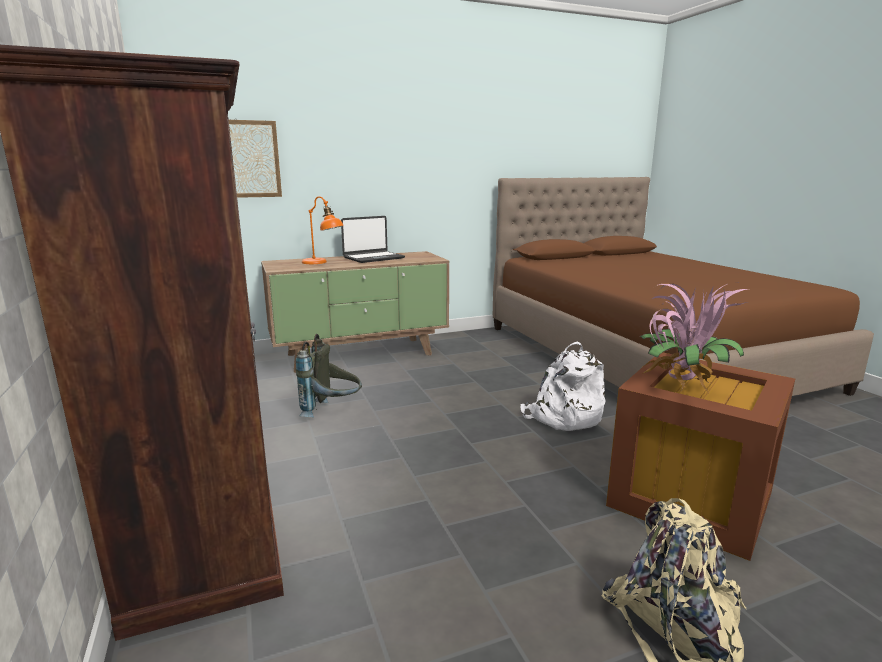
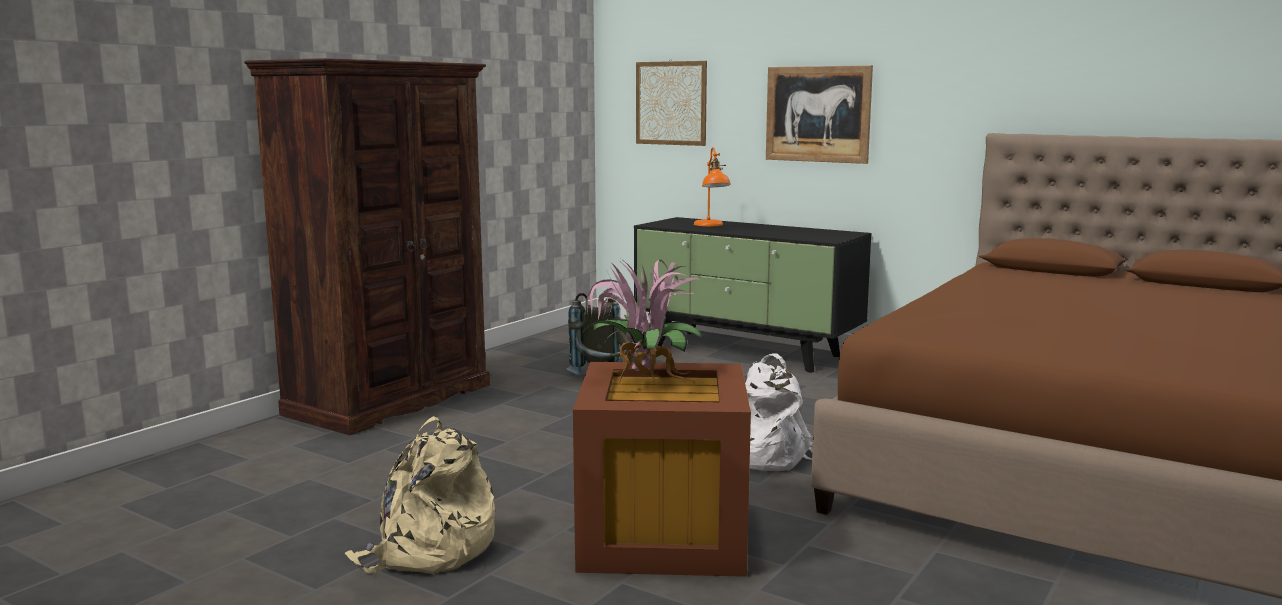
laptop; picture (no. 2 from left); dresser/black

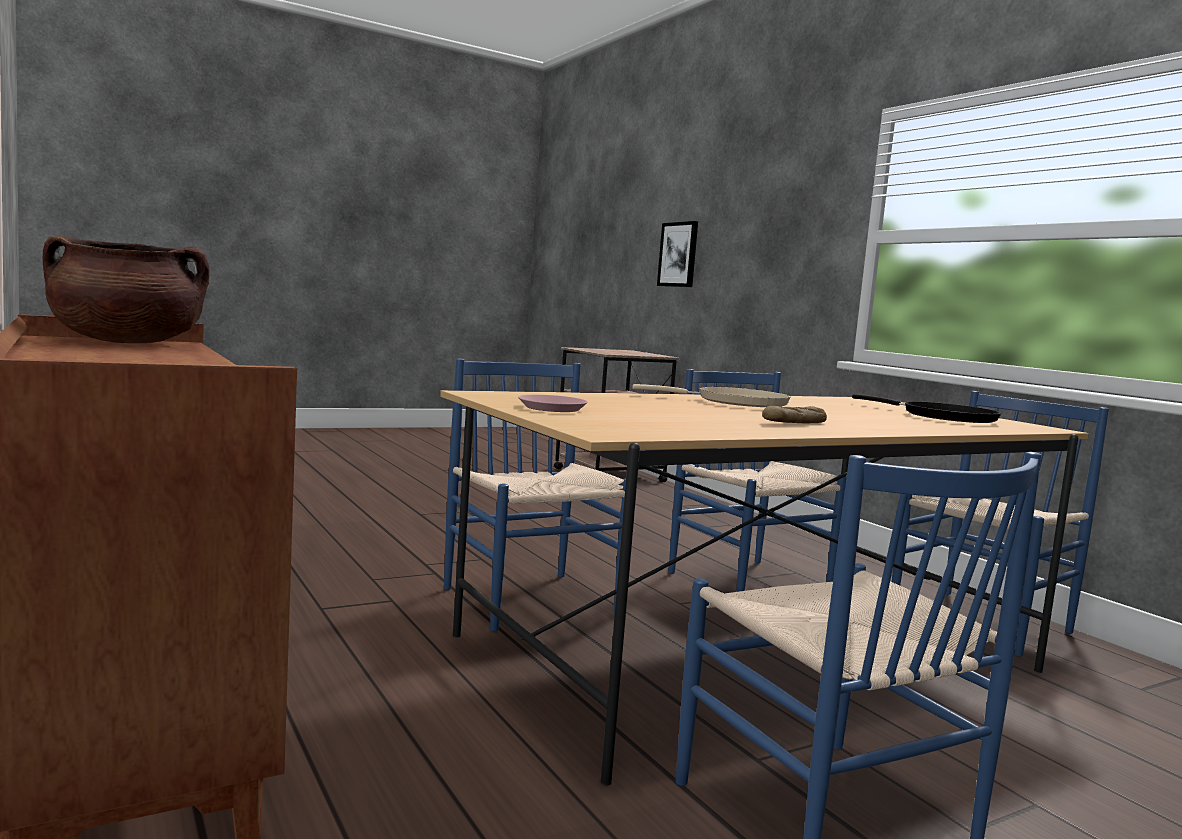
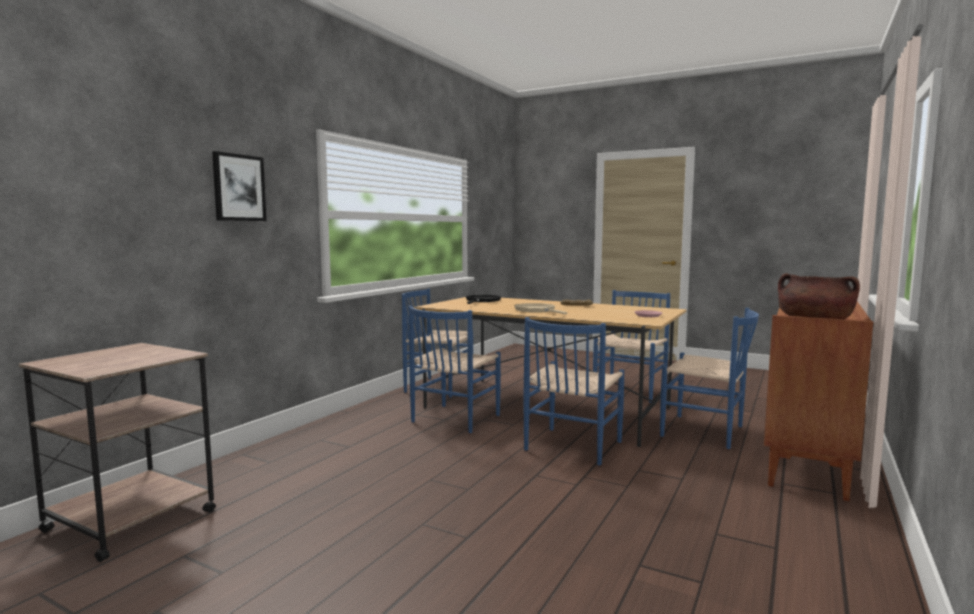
chair/blue (no. 5 from left); picture

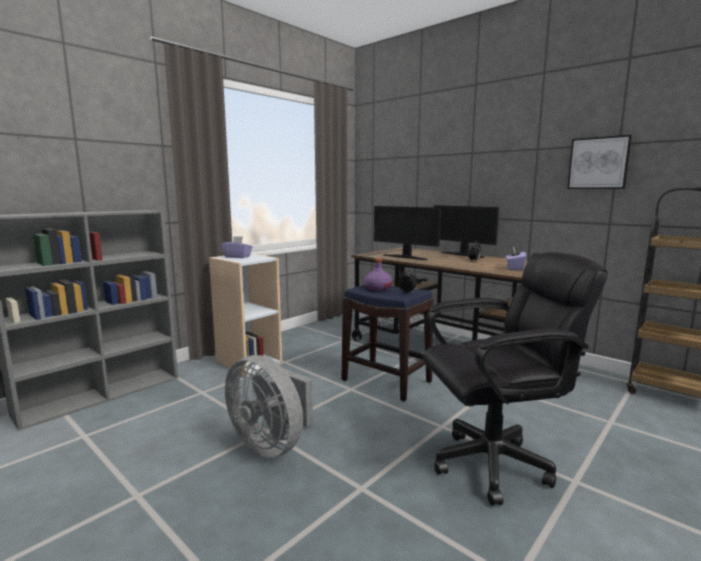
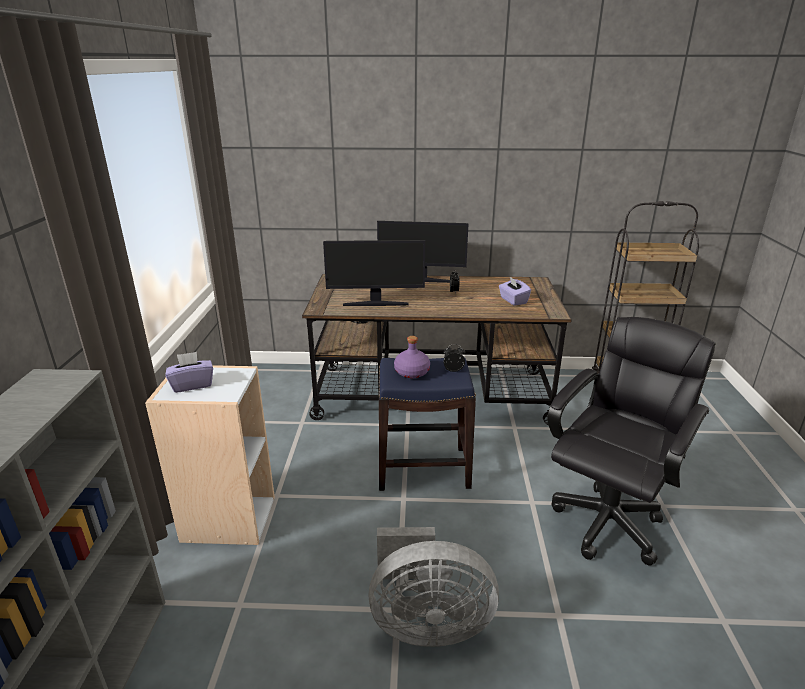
picture

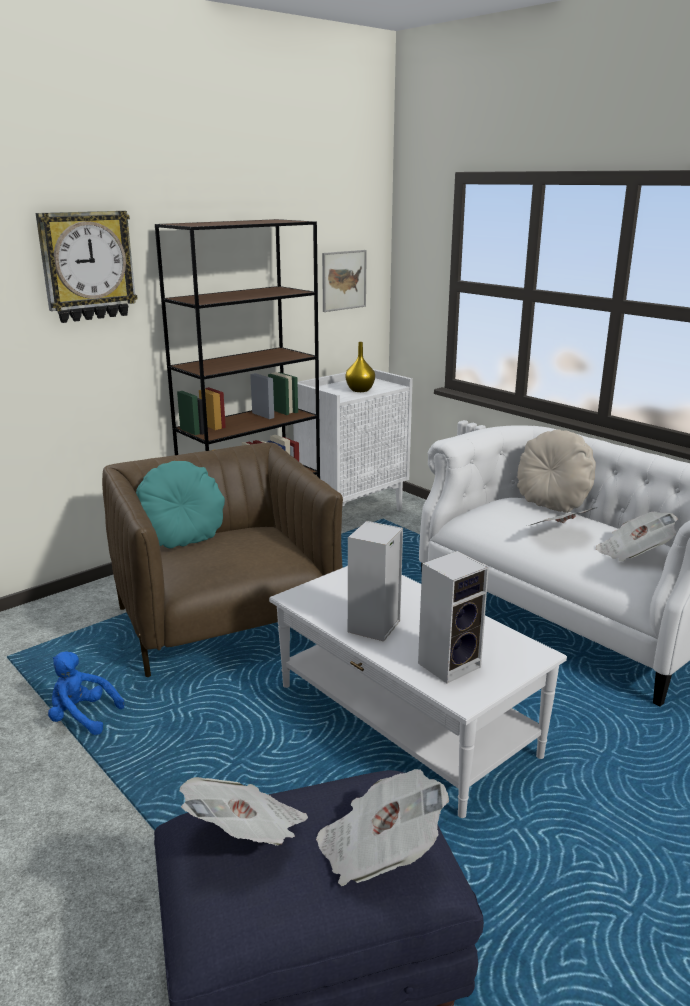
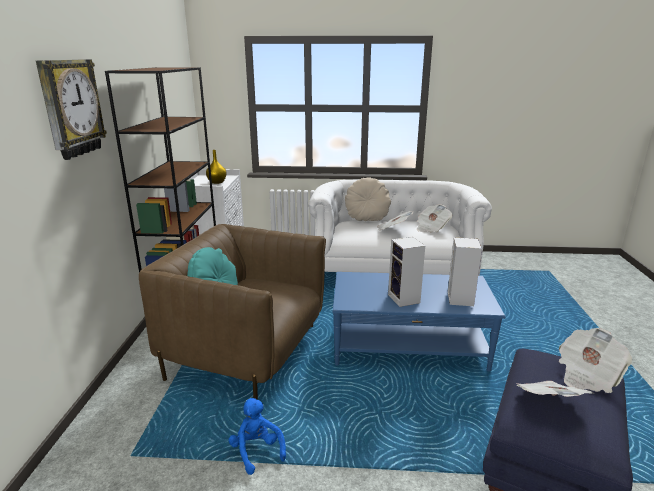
picture; coffee table/blue; plush toy/blue

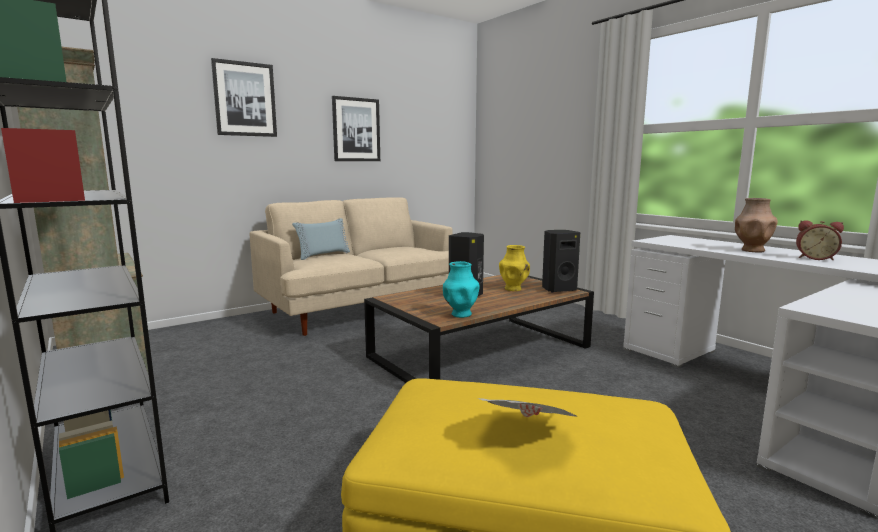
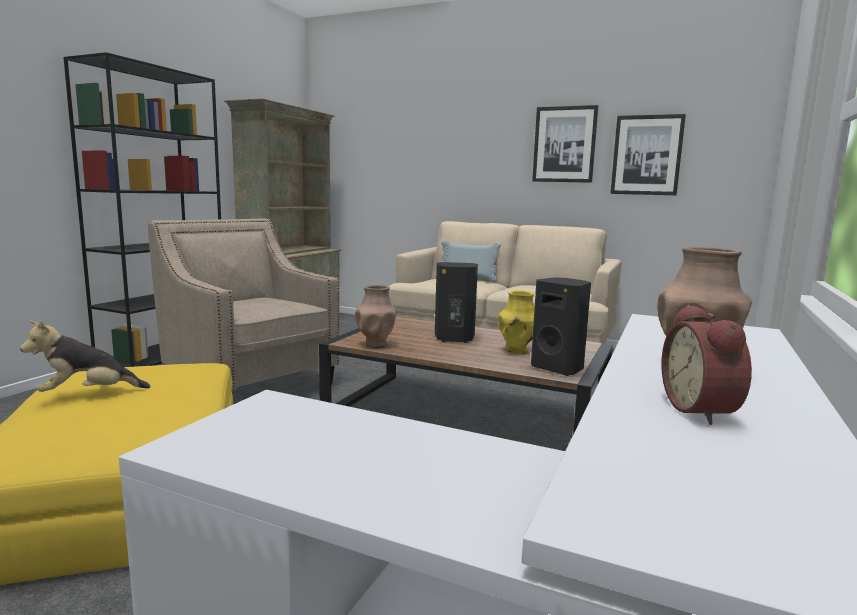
armchair/beige; picture (no. 2 from left); plush toy; vase/brown (no. 1 from left)

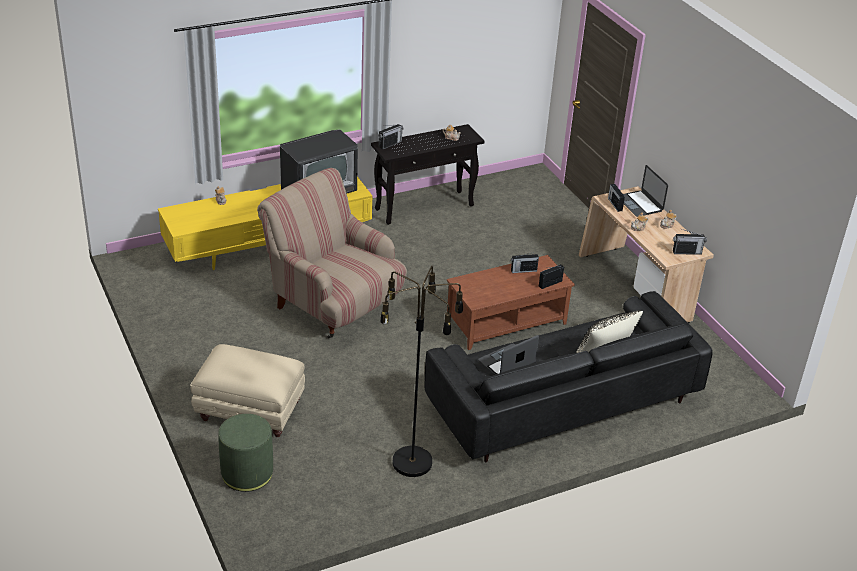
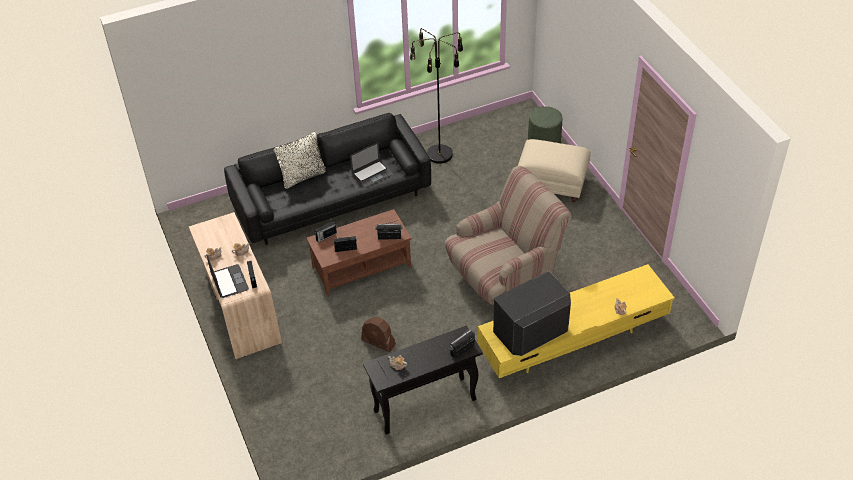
fan/brown; radio (no. 4 from left); armchair/beige

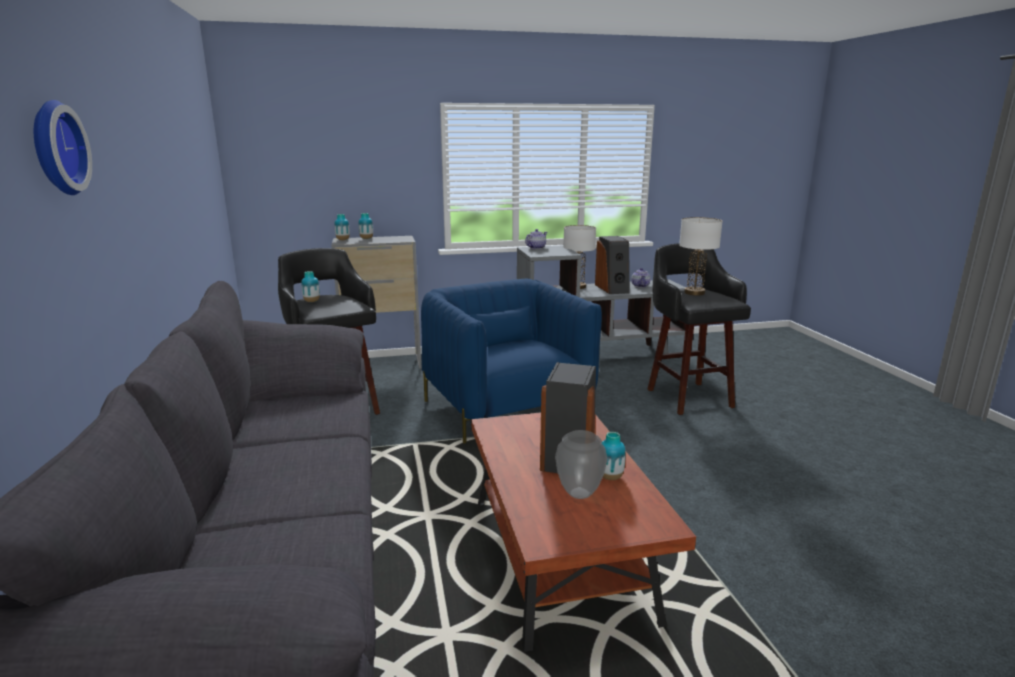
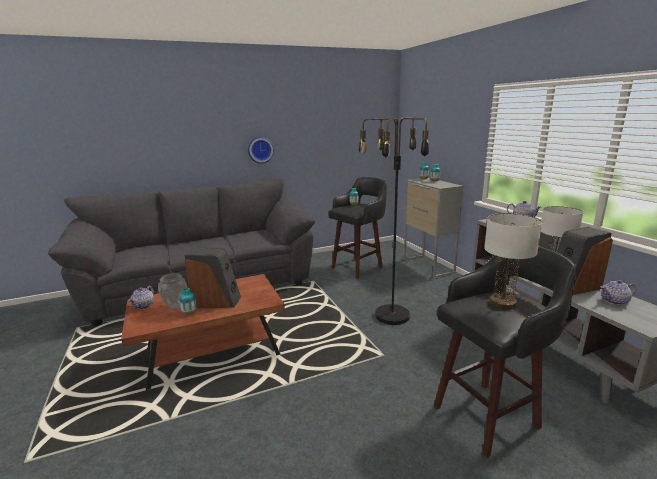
teapot (no. 1 from left); wall clock; floor lamp

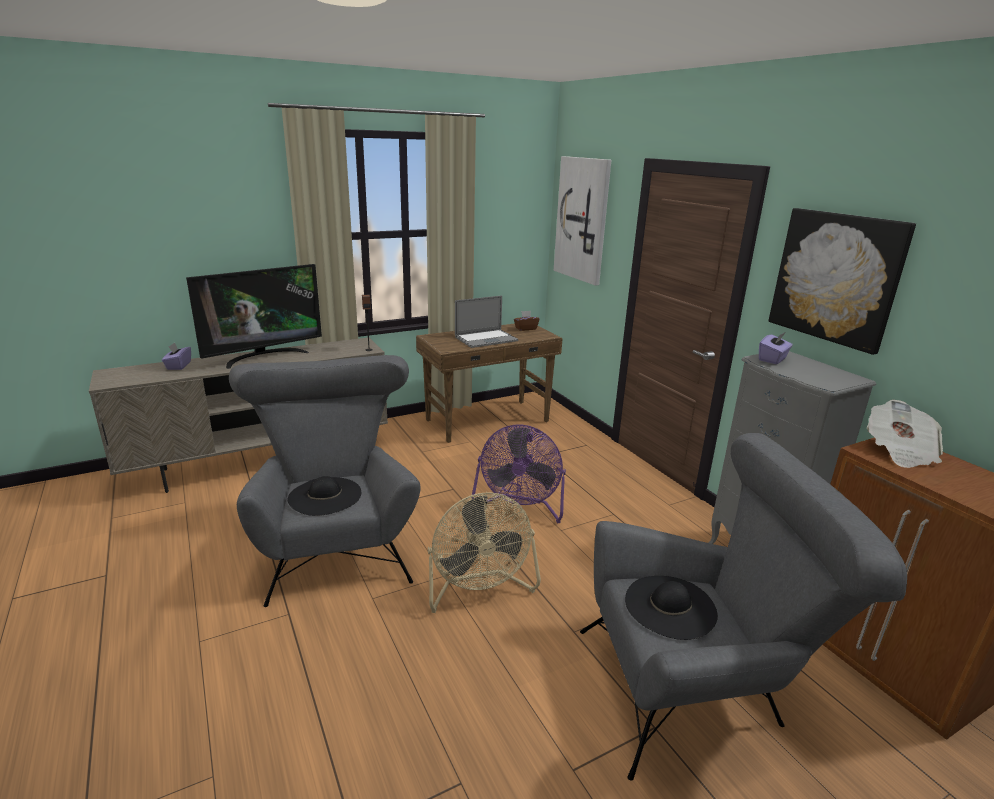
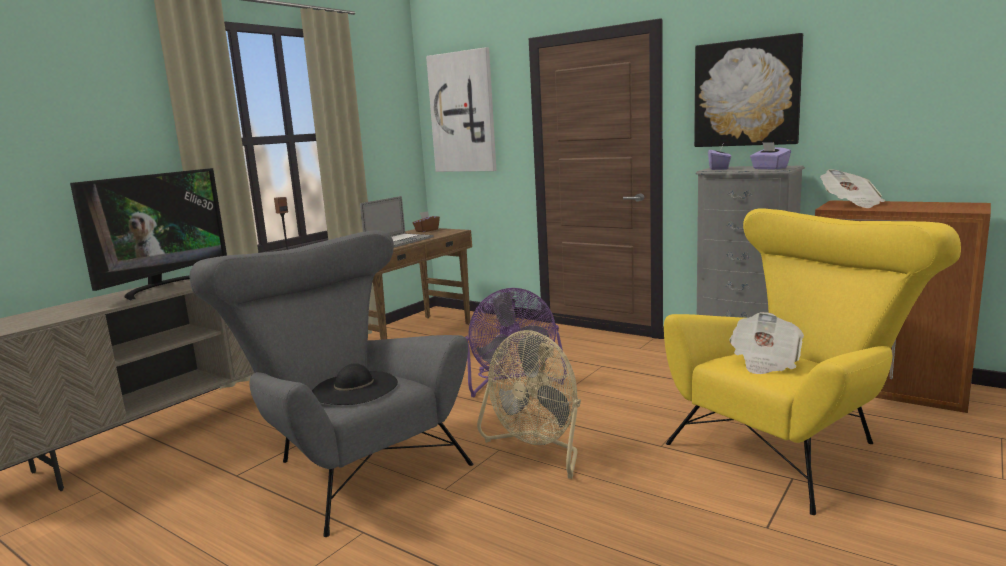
tissue box/purple (no. 2 from left); newspaper (no. 1 from left); armchair/yellow; fan/beige

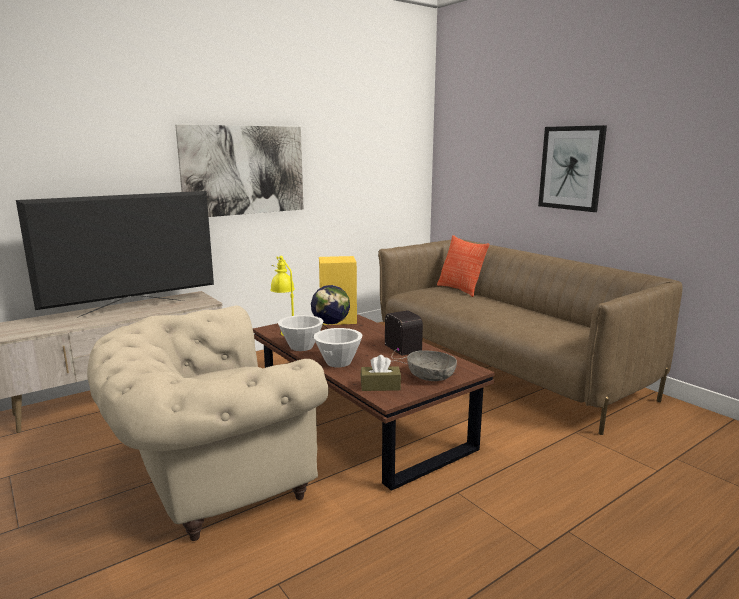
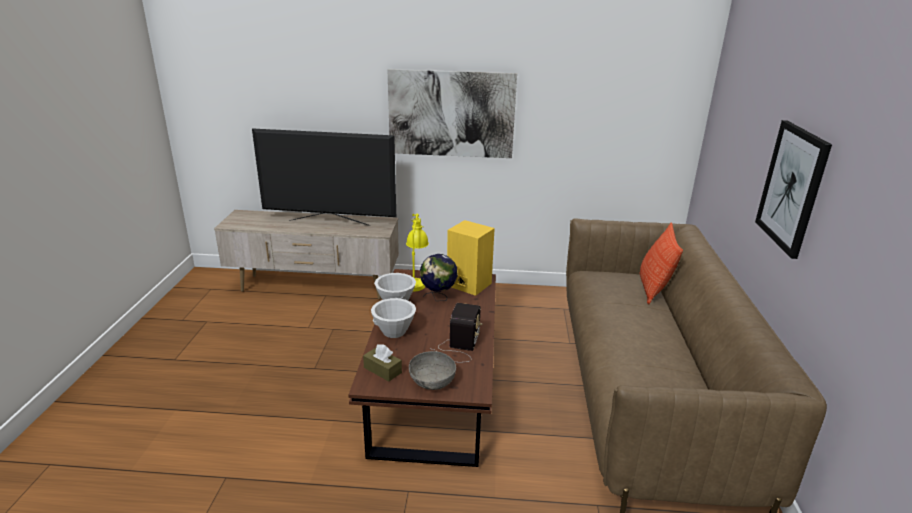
armchair/beige

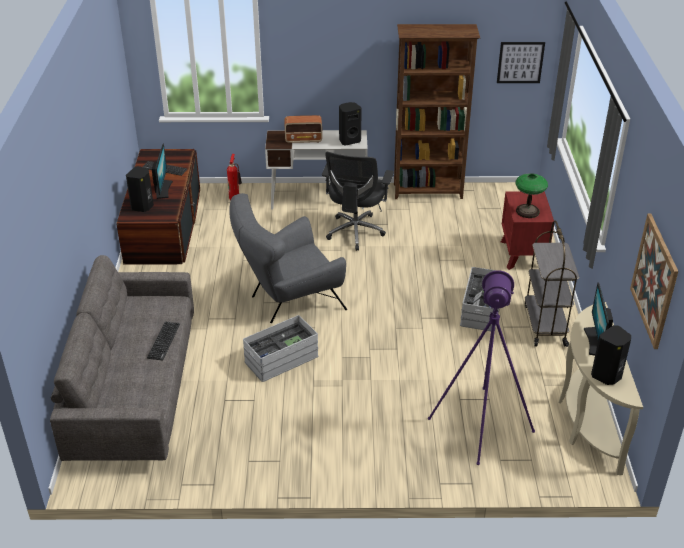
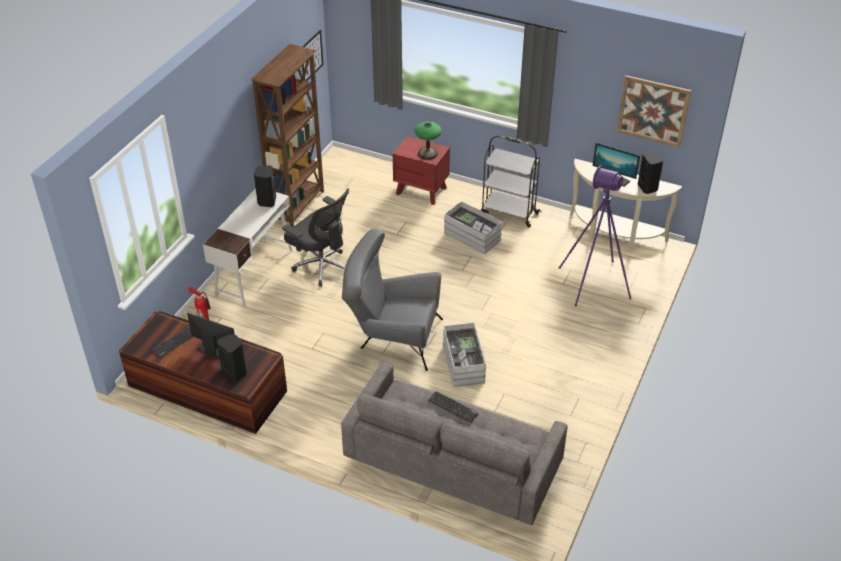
radio; armchair/grey

